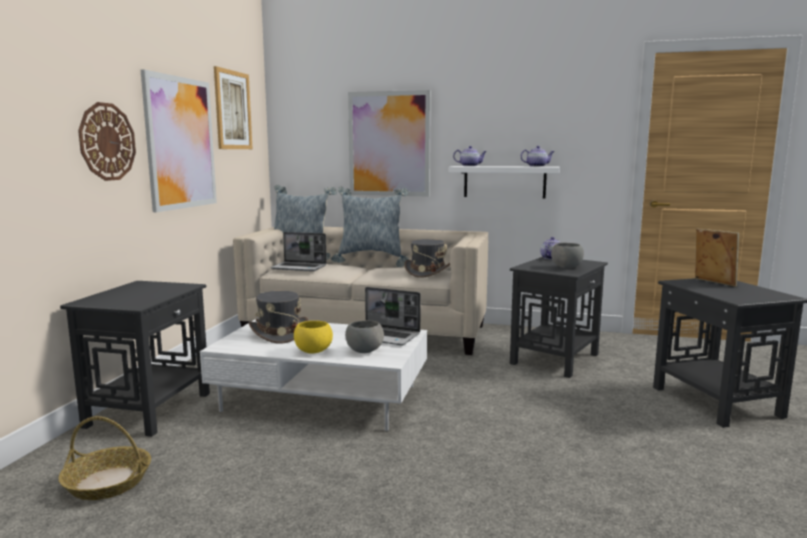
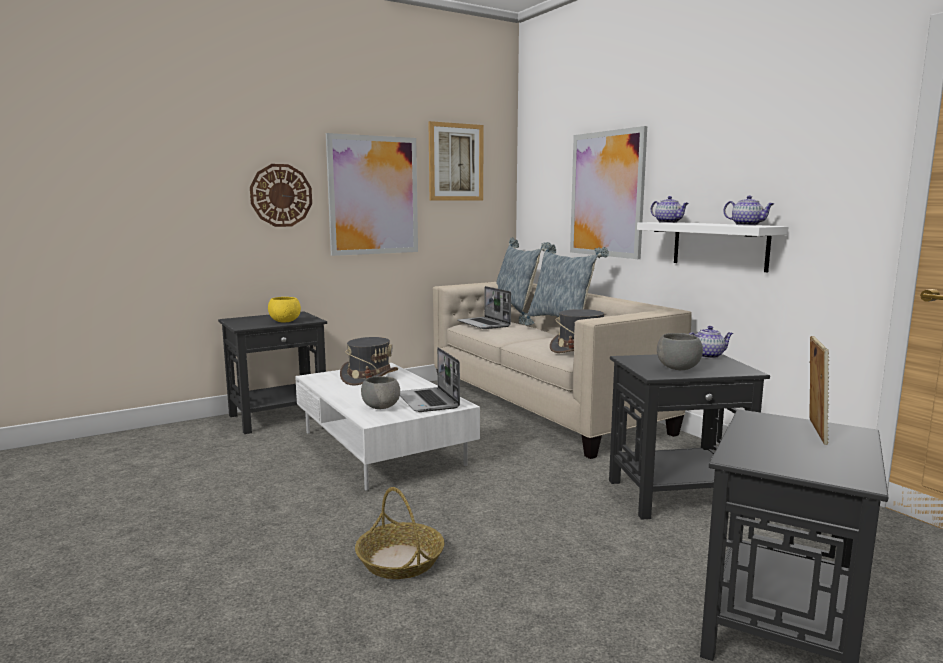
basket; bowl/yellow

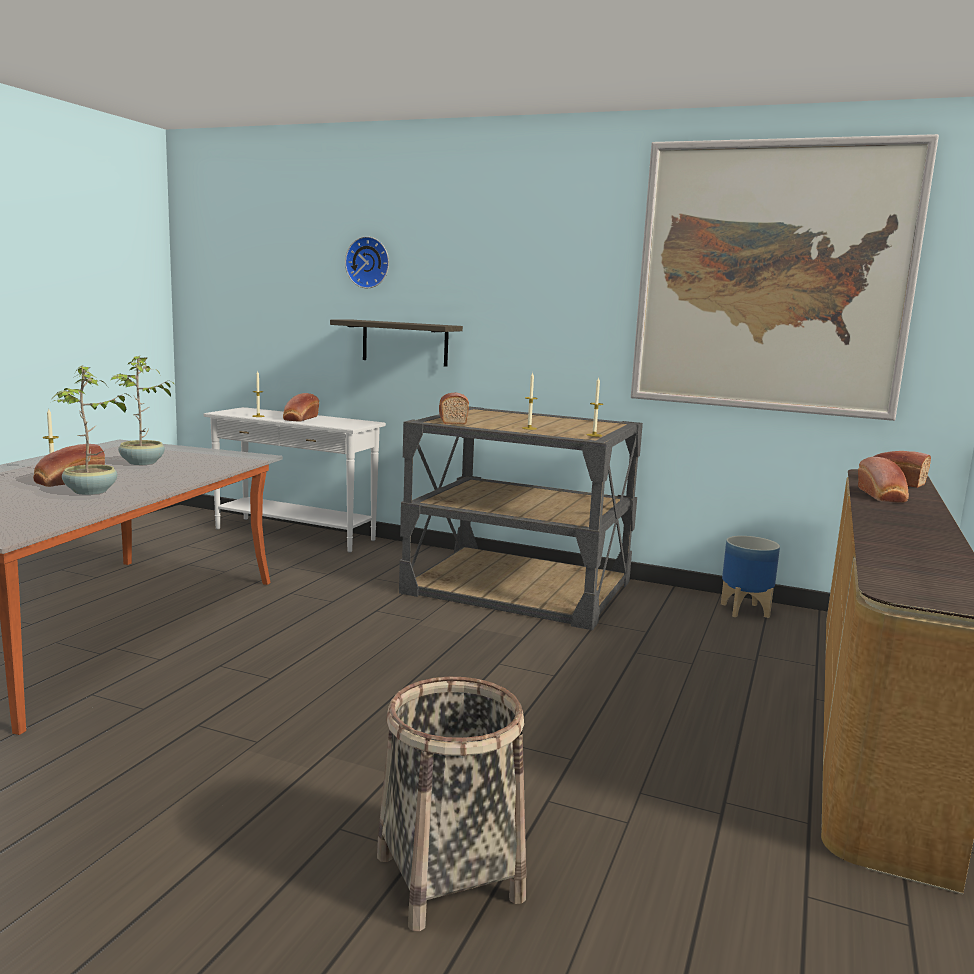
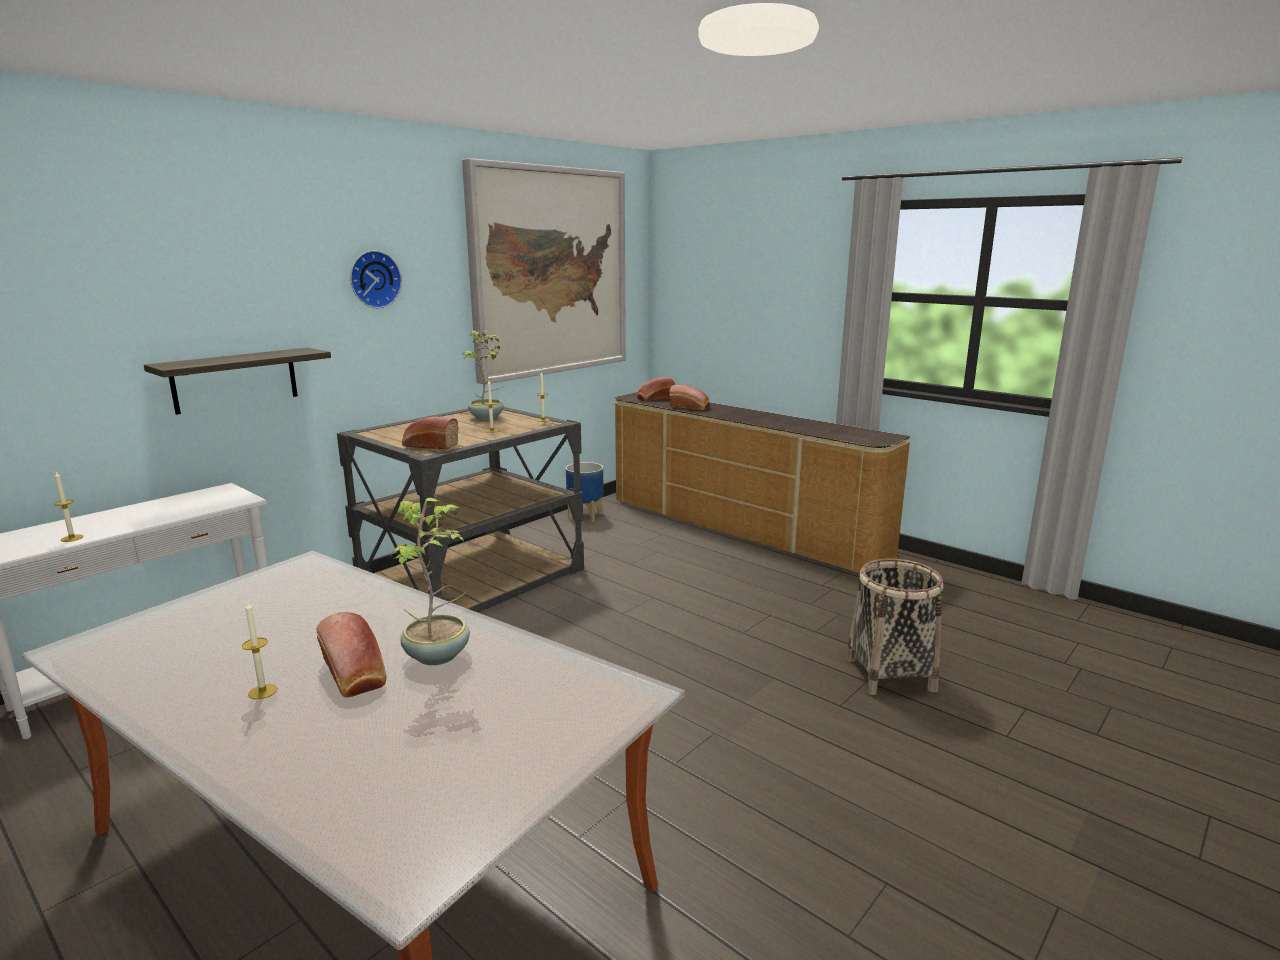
bread (no. 2 from left in the first image); potted plant (no. 2 from left); wall clock

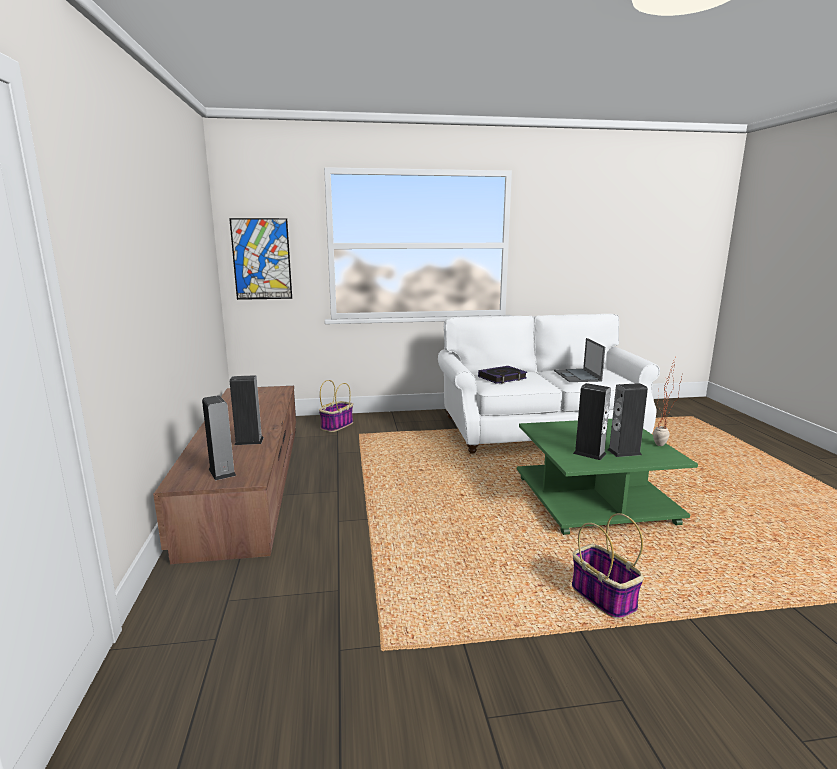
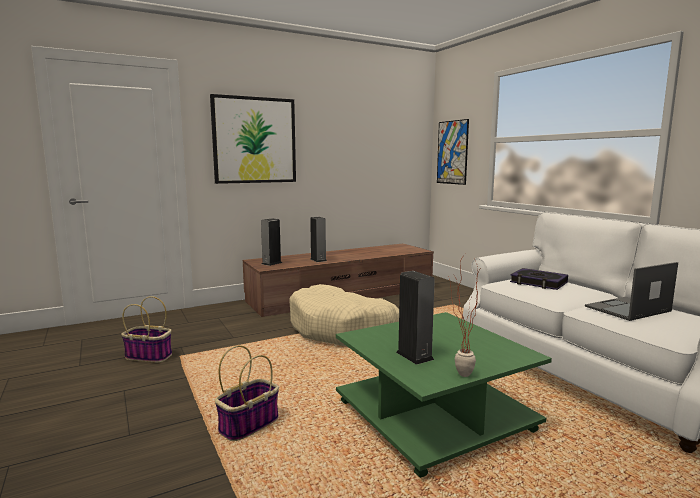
speaker (no. 3 from left in the first image); picture (no. 1 from left); dog bed/beige; basket (no. 1 from left)

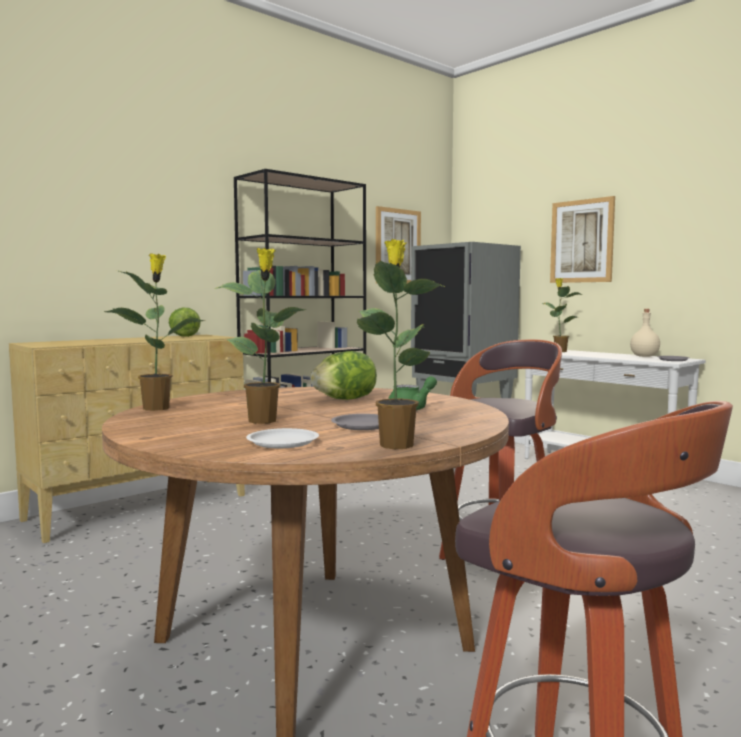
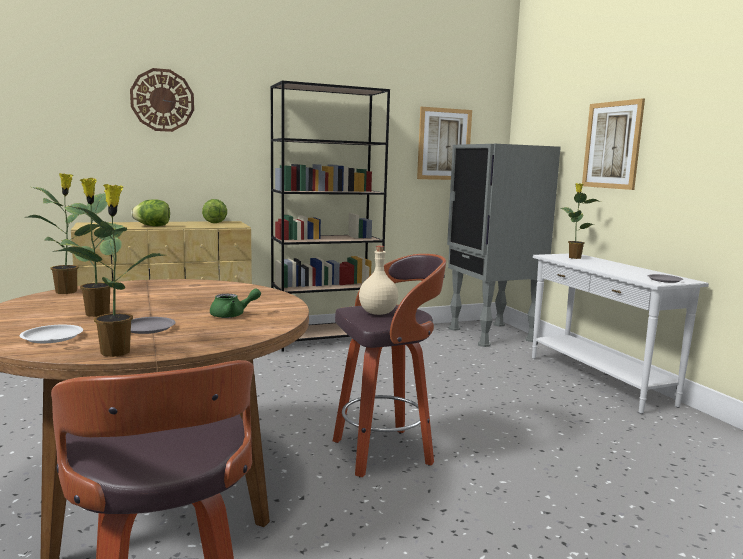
wall clock; lettuce (no. 1 from left); bottle/beige

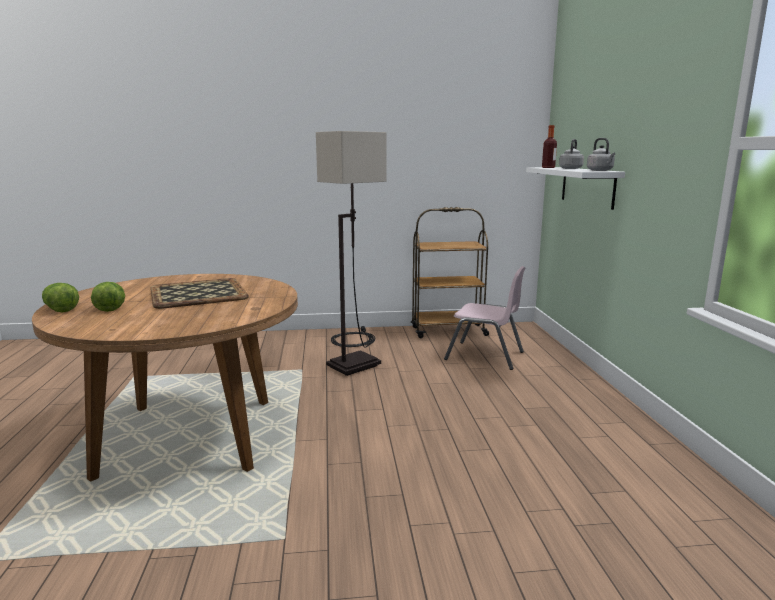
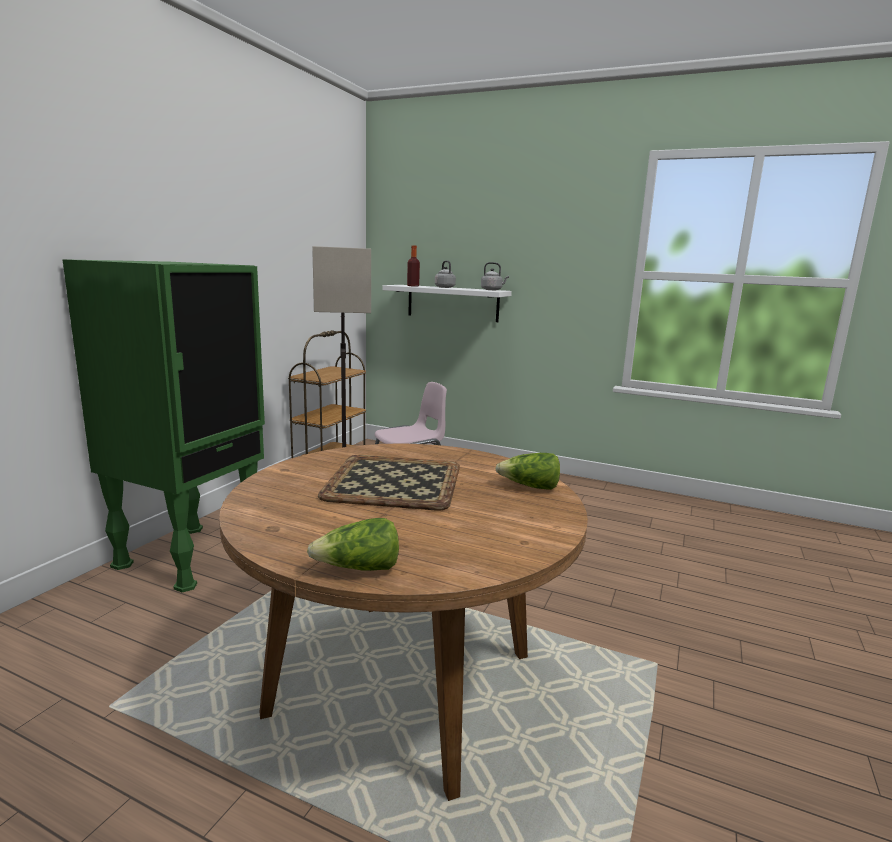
cabinet/green; lettuce (no. 2 from left)

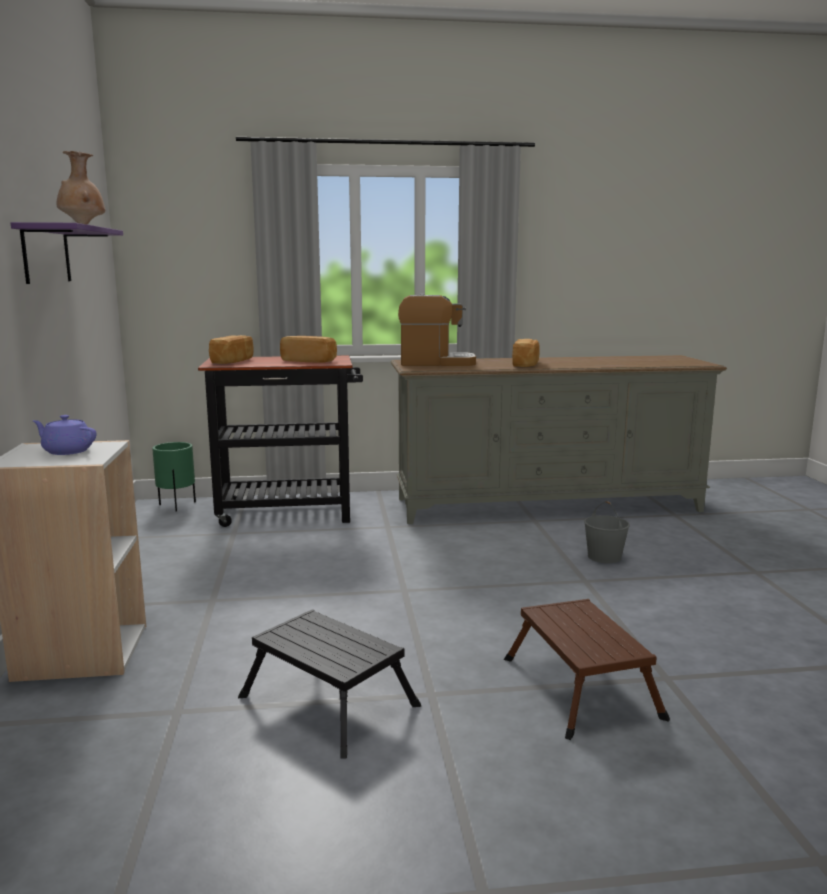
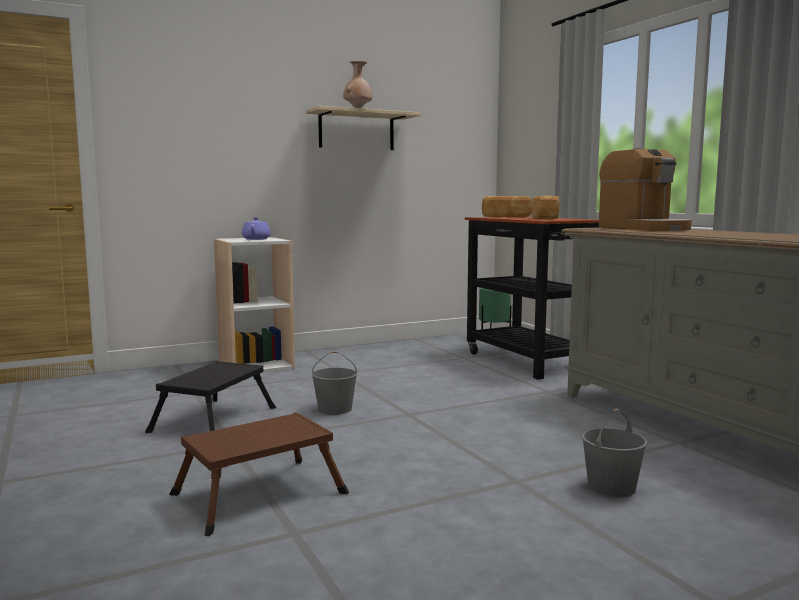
bread (no. 3 from left in the first image); bucket/grey (no. 1 from left); shelf/beige

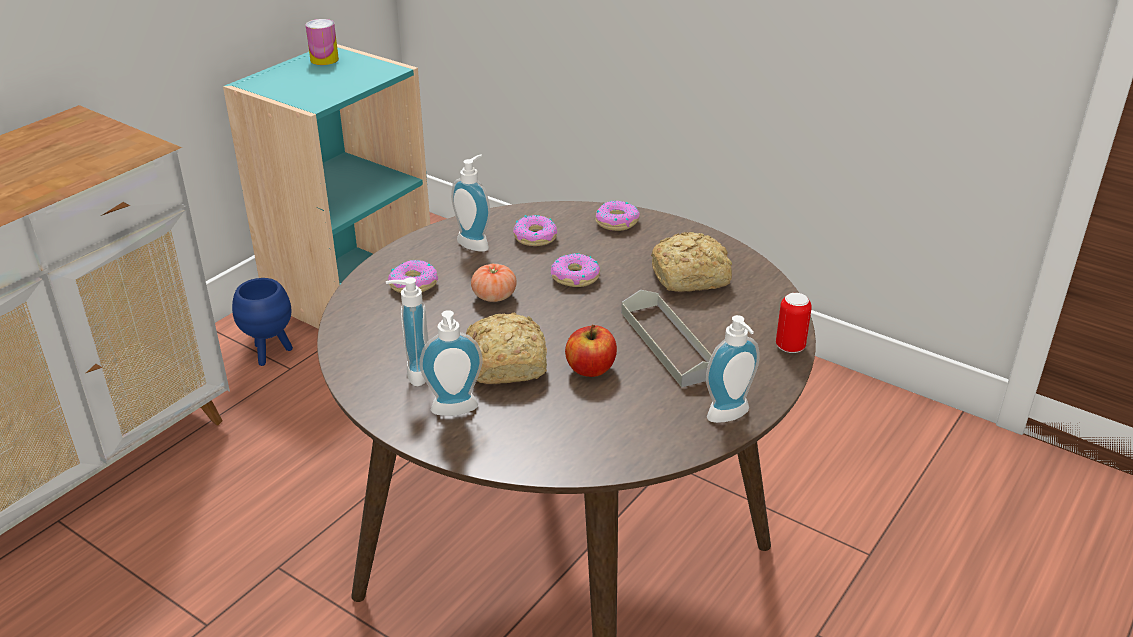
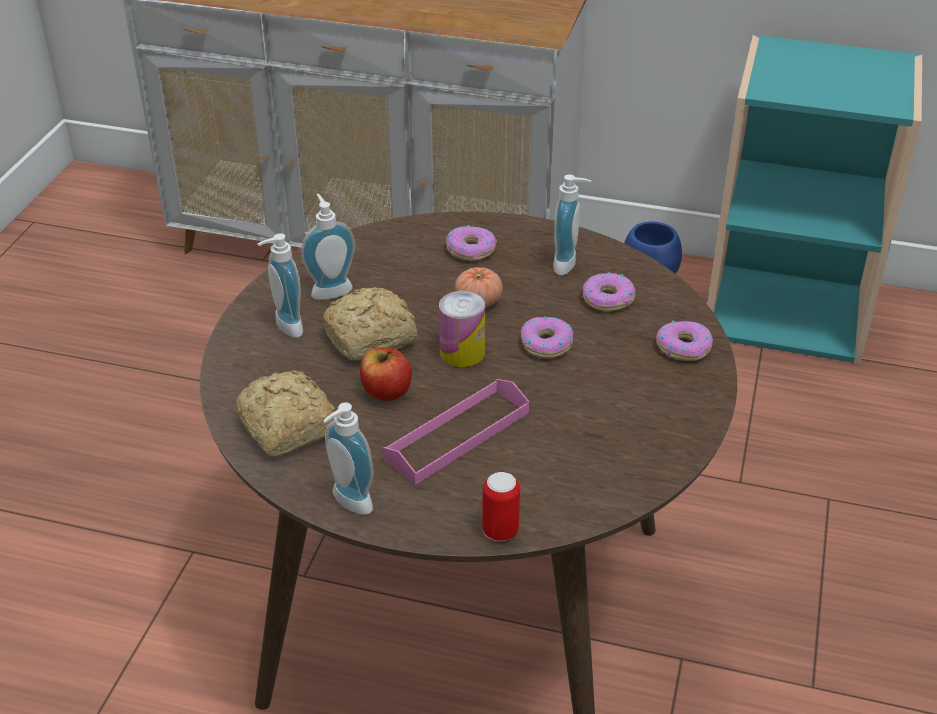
can (no. 1 from left); bread (no. 1 from left); tray/pink

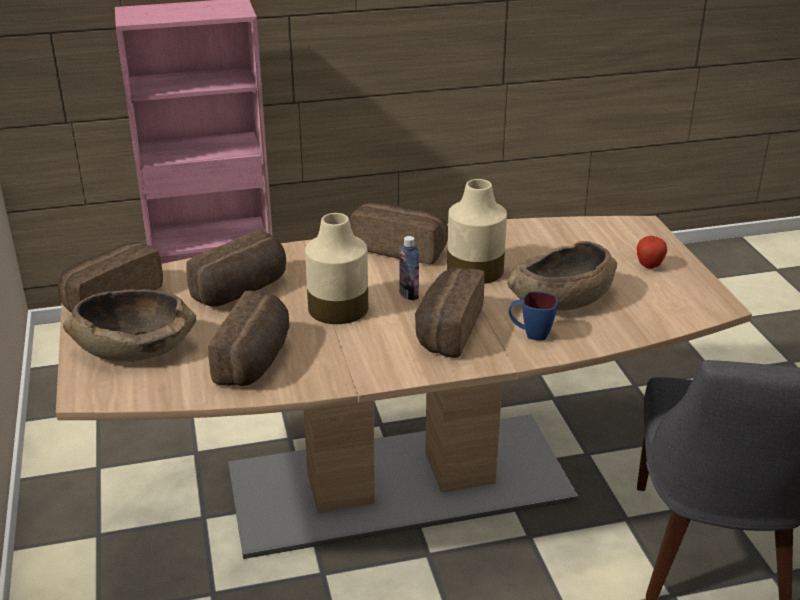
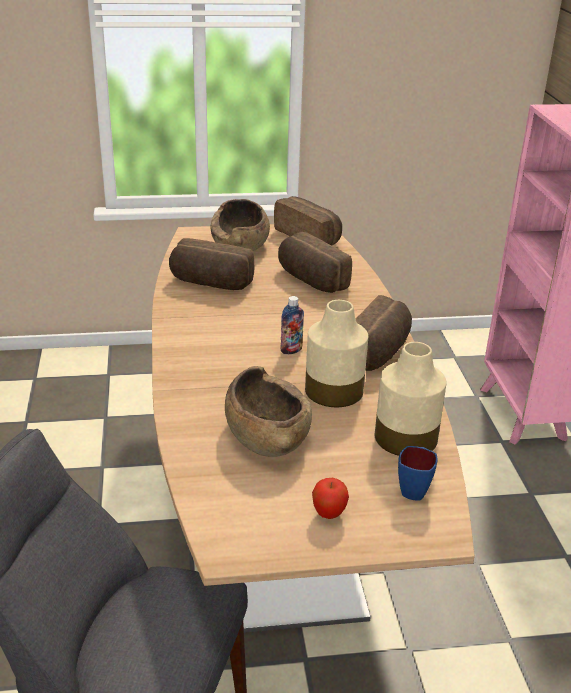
bread (no. 5 from left in the first image); vase/beige (no. 2 from left); mug/blue

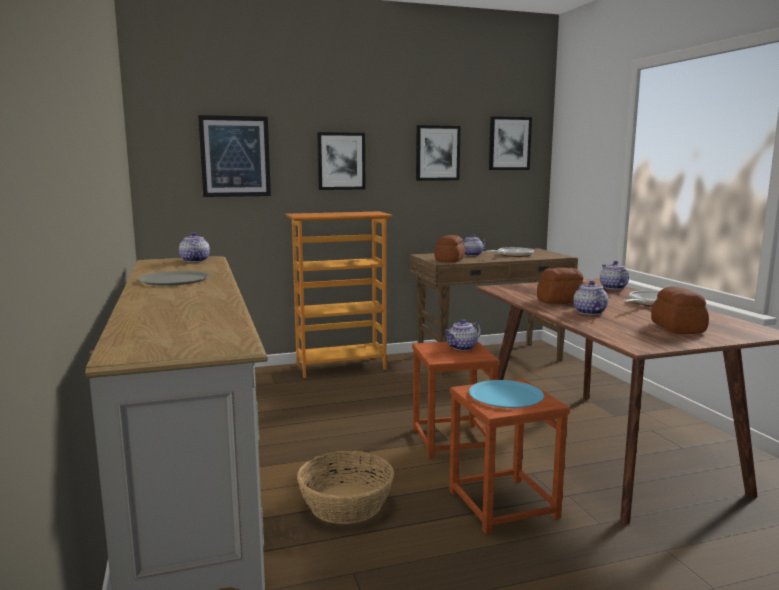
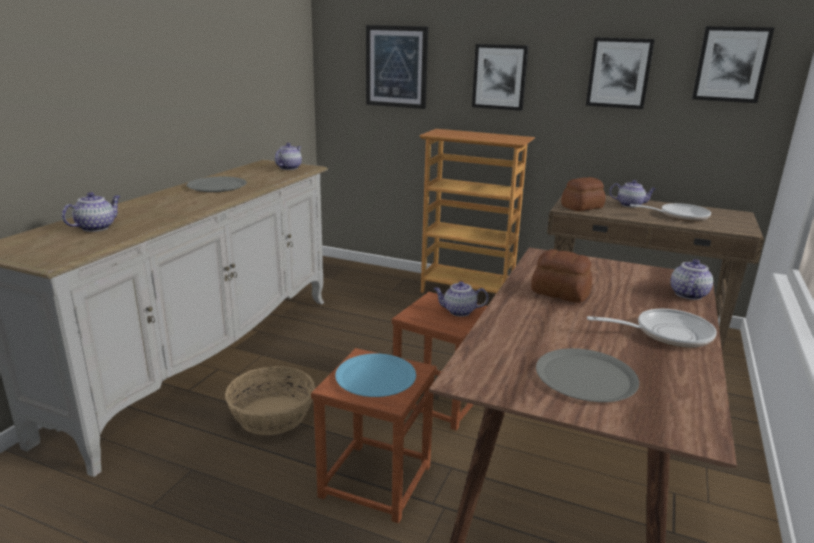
teapot (no. 1 from left); plate/grey (no. 2 from left)

